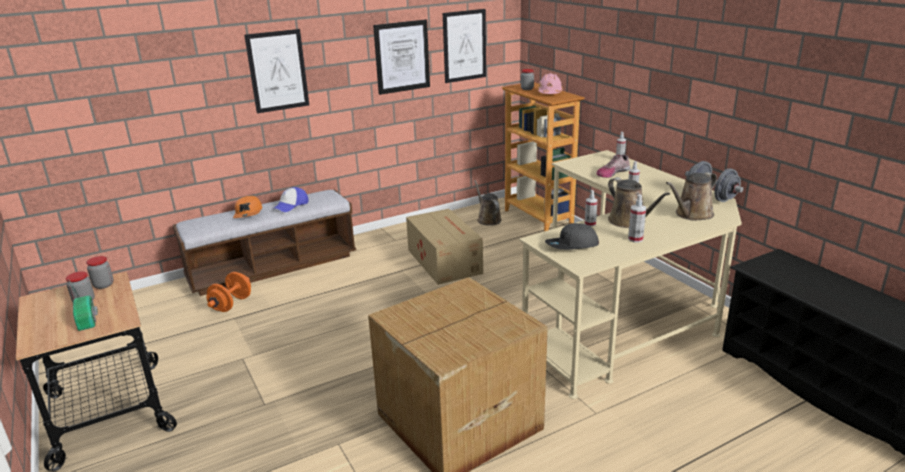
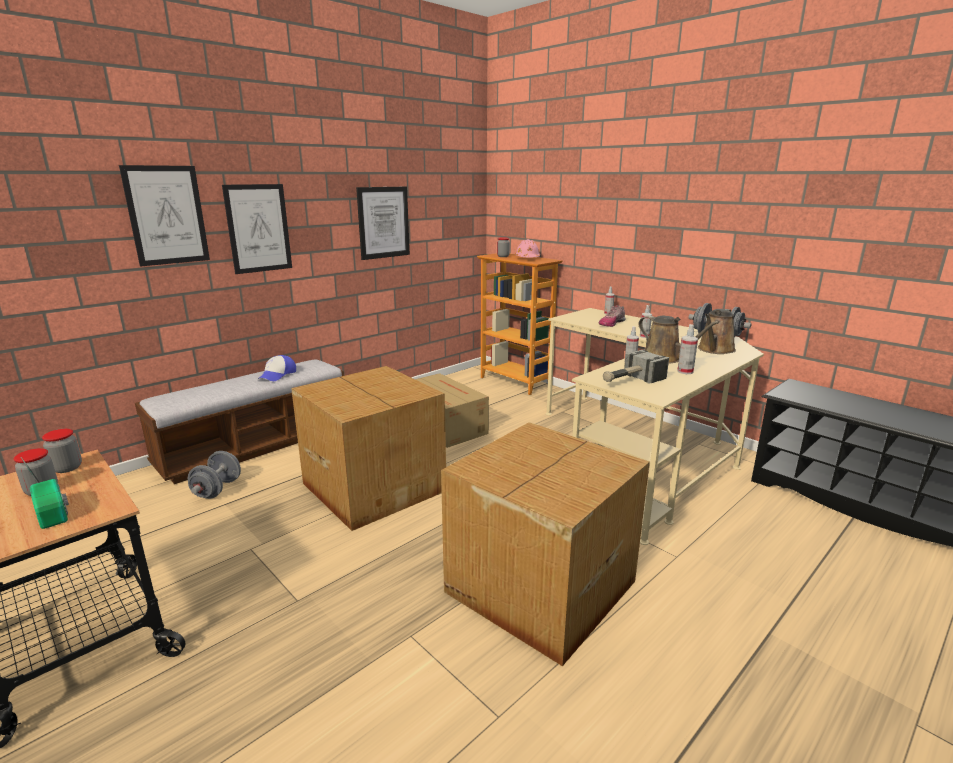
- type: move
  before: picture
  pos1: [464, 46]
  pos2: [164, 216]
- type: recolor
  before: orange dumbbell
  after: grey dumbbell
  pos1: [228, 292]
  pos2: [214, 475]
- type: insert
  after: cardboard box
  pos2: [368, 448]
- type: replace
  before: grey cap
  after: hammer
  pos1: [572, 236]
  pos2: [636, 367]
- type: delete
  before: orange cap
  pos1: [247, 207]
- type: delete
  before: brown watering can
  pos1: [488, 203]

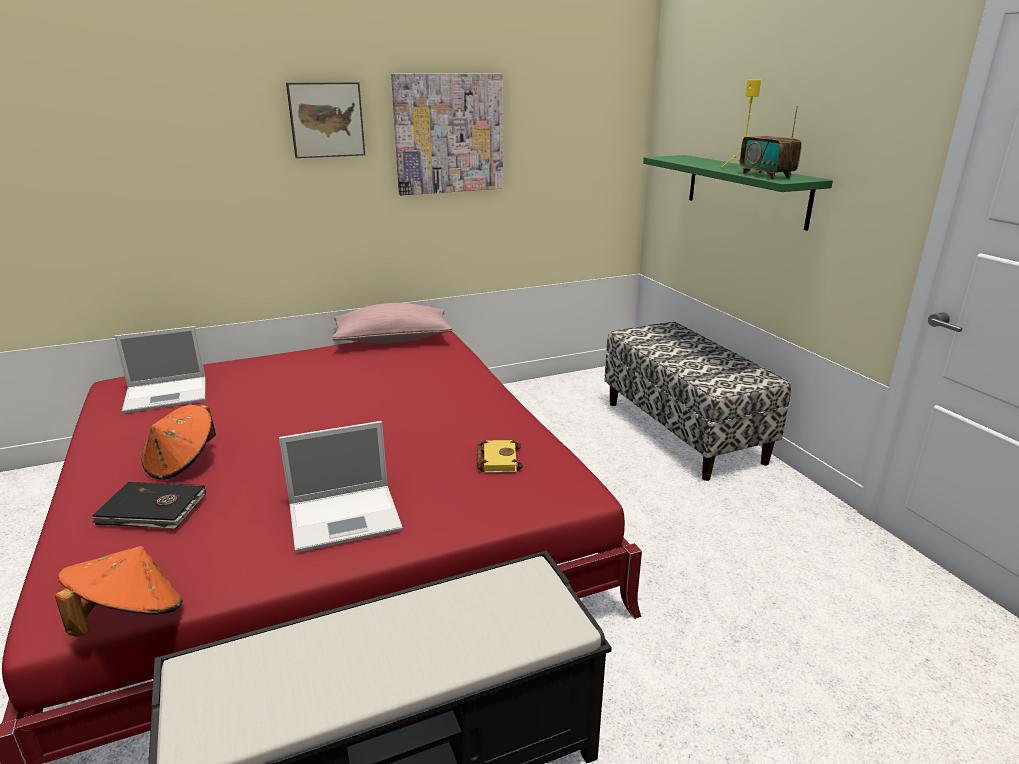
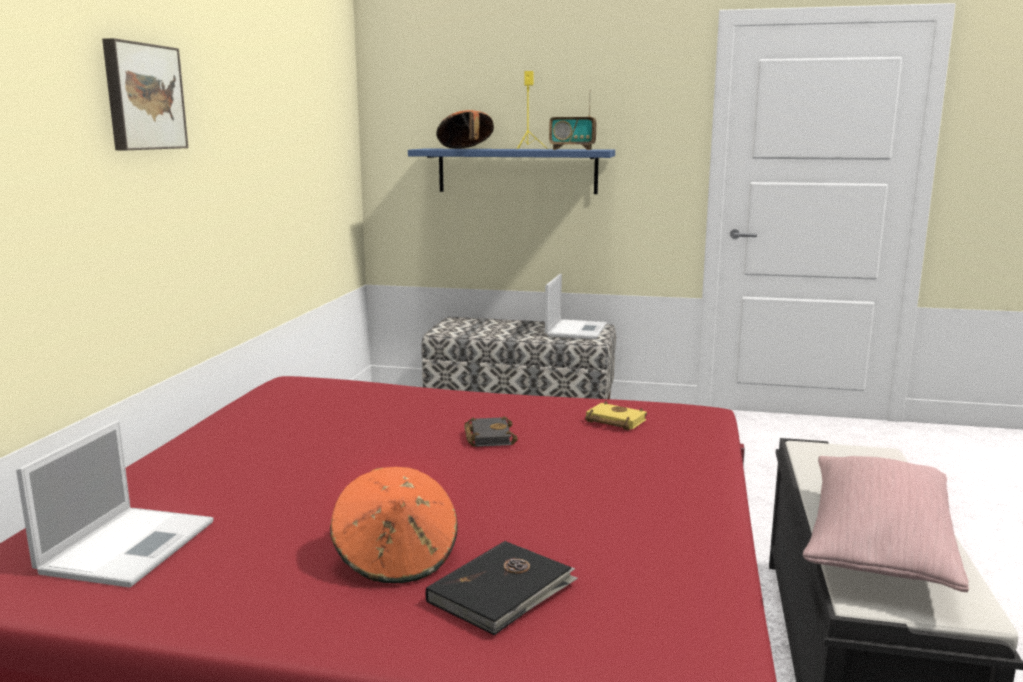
- type: recolor
  before: green shelf
  after: blue shelf
  pos1: [738, 193]
  pos2: [511, 171]
- type: move
  before: orange hat
  pos1: [118, 591]
  pos2: [465, 129]
- type: insert
  after: black book
  pos2: [491, 431]
- type: move
  before: laptop
  pos1: [341, 487]
  pos2: [576, 306]
- type: move
  before: pink pillow
  pos1: [392, 323]
  pos2: [886, 524]
- type: delete
  before: picture
  pos1: [447, 134]

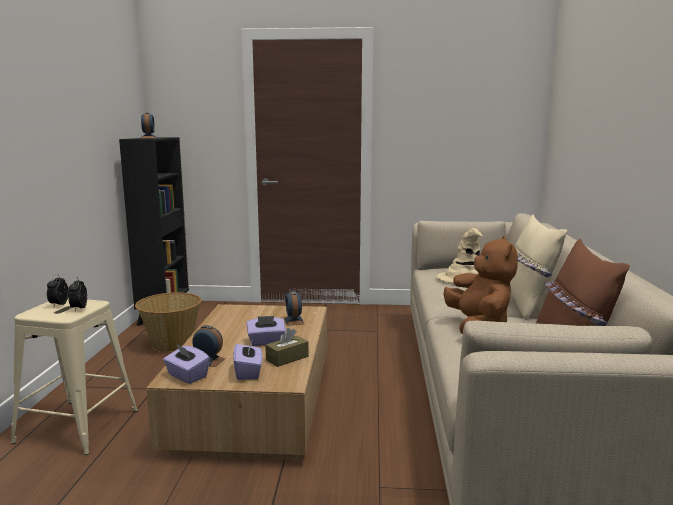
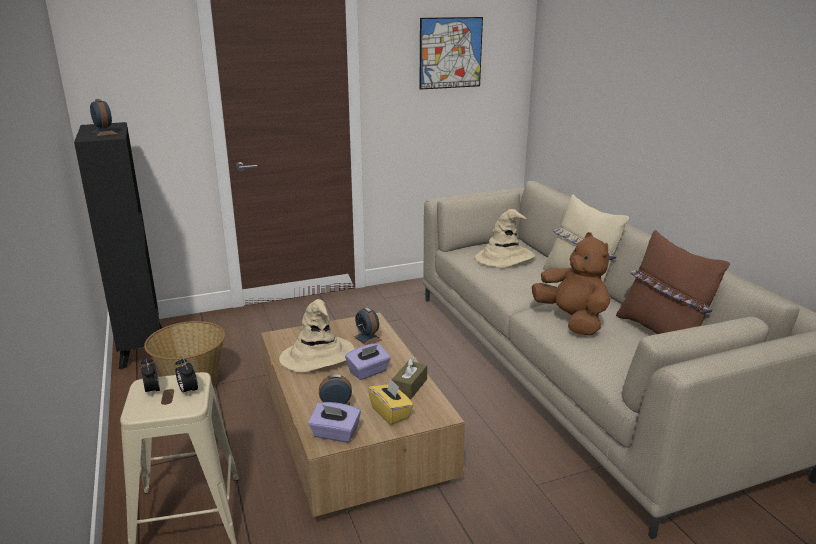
- type: insert
  after: beige hat
  pos2: [316, 336]
- type: recolor
  before: purple tissue box
  after: yellow tissue box
  pos1: [247, 360]
  pos2: [391, 401]
- type: insert
  after: picture
  pos2: [451, 53]

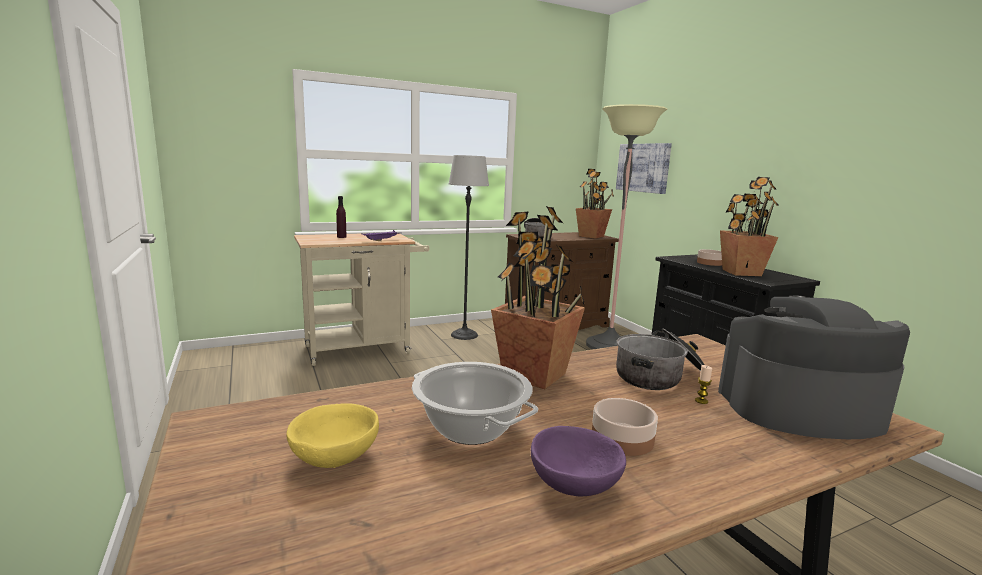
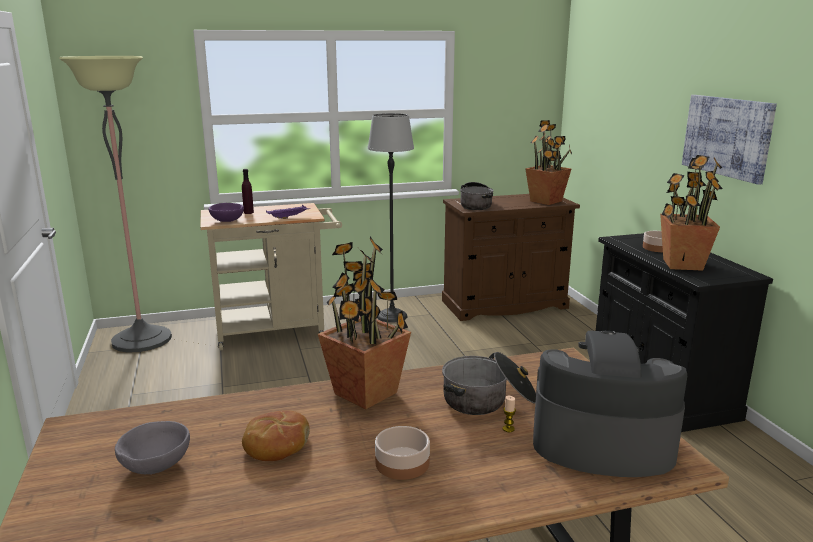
- type: move
  before: floor lamp
  pos1: [627, 227]
  pos2: [115, 204]
- type: recolor
  before: yellow bowl
  after: grey bowl
  pos1: [332, 435]
  pos2: [152, 448]
- type: move
  before: purple bowl
  pos1: [578, 461]
  pos2: [226, 212]
- type: replace
  before: cooking pot
  after: bread
  pos1: [475, 403]
  pos2: [276, 435]
- type: move
  before: picture
  pos1: [644, 168]
  pos2: [729, 140]

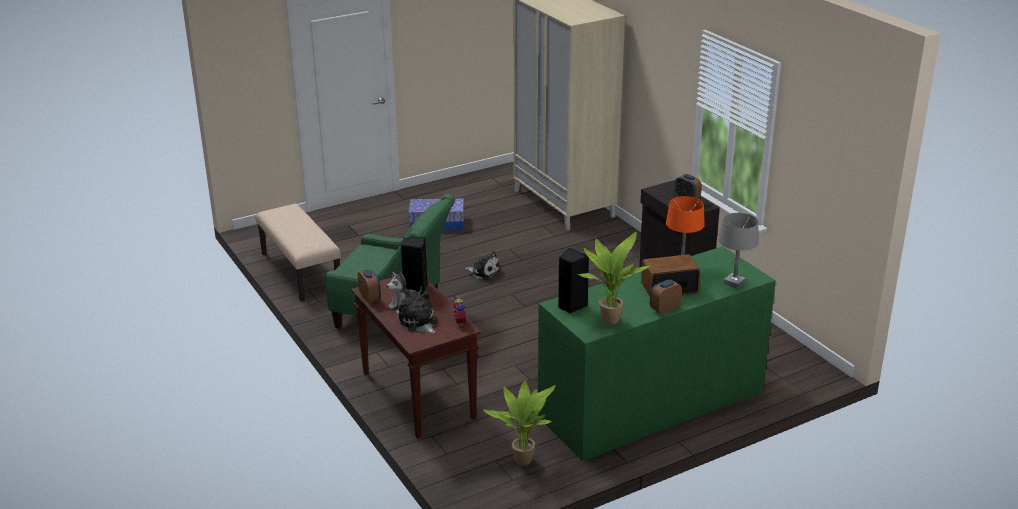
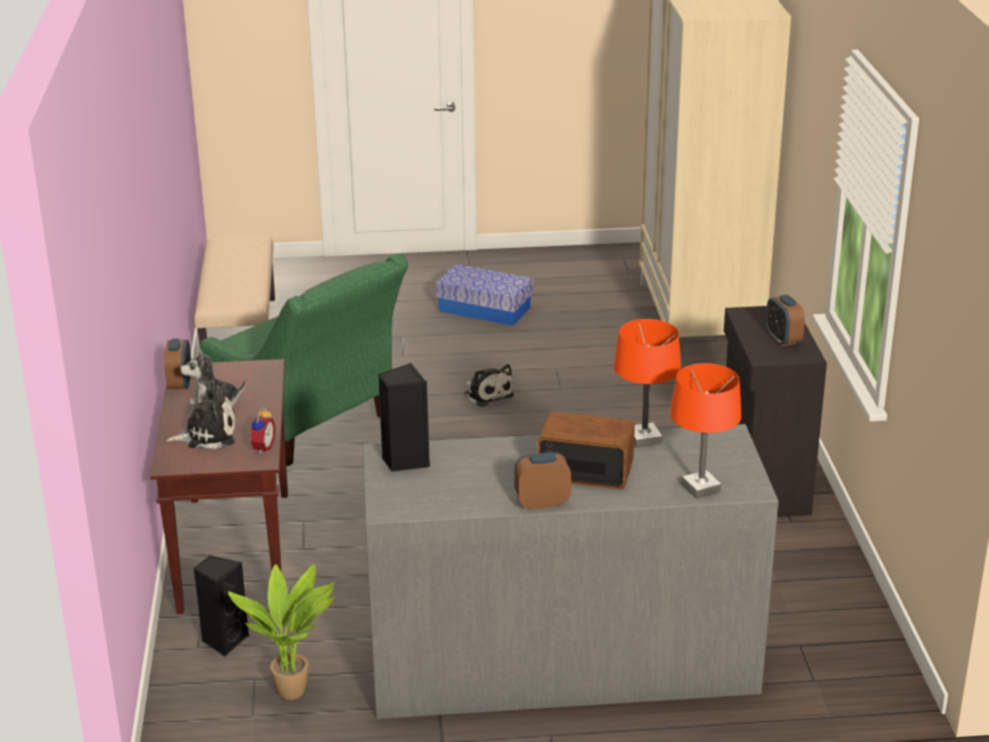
- type: rotate
  before: plush toy
  pos1: [418, 313]
  pos2: [201, 418]
  turn: 90
- type: move
  before: black speaker
  pos1: [414, 266]
  pos2: [221, 606]
- type: recolor
  before: green dresser
  after: grey dresser
  pos1: [657, 353]
  pos2: [571, 571]
- type: recolor
  before: grey table lamp
  after: orange table lamp
  pos1: [739, 251]
  pos2: [706, 431]
- type: delete
  before: potted plant
  pos1: [614, 278]

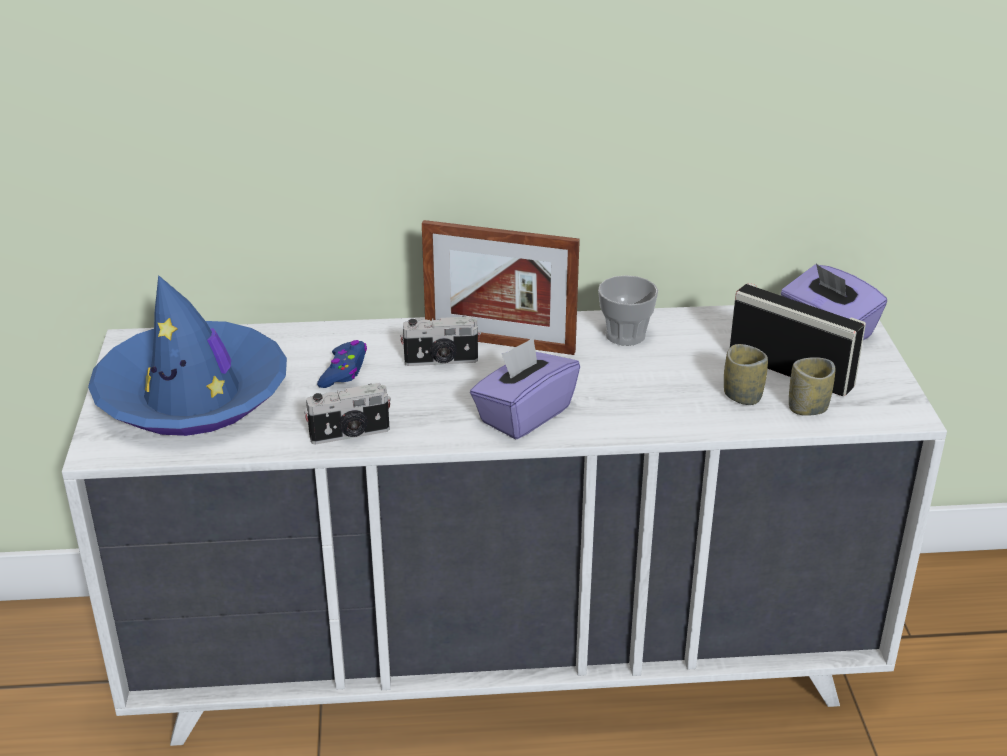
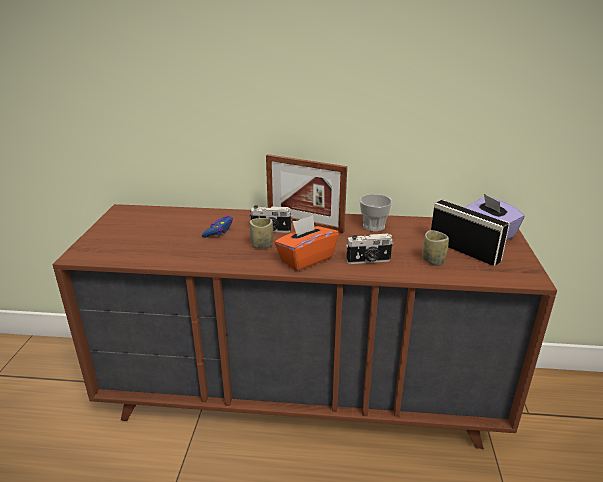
- type: recolor
  before: white dresser
  after: brown dresser
  pos1: [504, 525]
  pos2: [304, 326]
- type: move
  before: cup
  pos1: [812, 386]
  pos2: [261, 233]
- type: recolor
  before: purple tissue box
  after: orange tissue box
  pos1: [525, 389]
  pos2: [306, 243]
- type: move
  before: photo camera
  pos1: [347, 413]
  pos2: [370, 249]
- type: delete
  before: blue hat
  pos1: [187, 355]

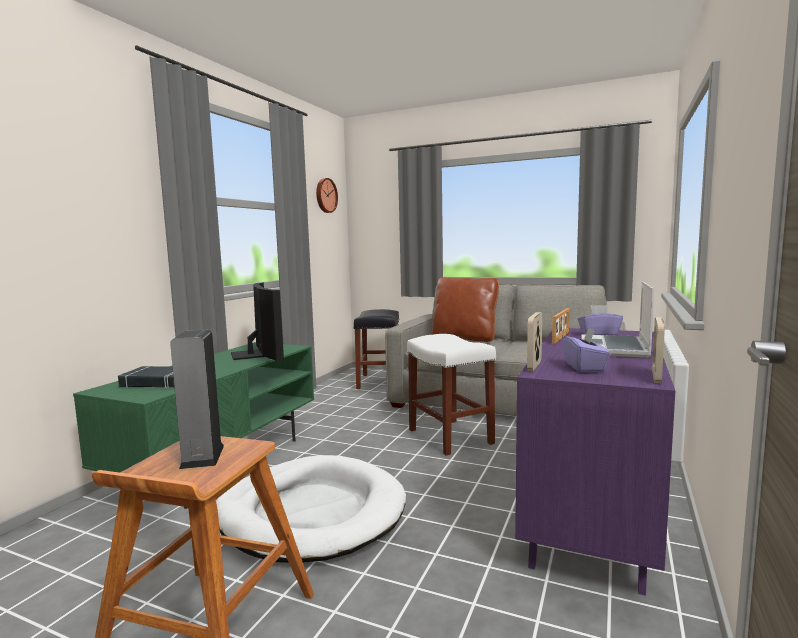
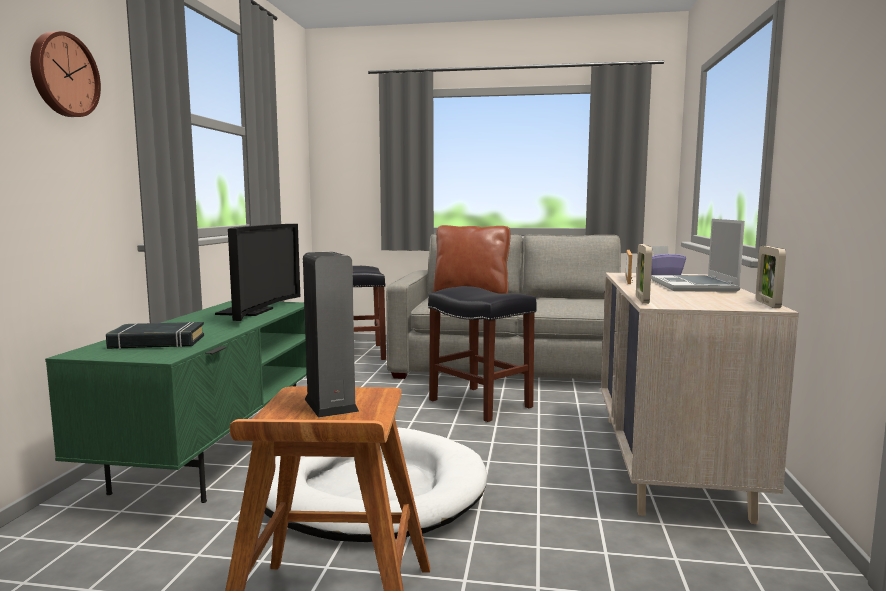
- type: move
  before: wall clock
  pos1: [327, 195]
  pos2: [65, 74]
- type: rotate
  before: television
  pos1: [257, 321]
  pos2: [257, 272]
  turn: 45
- type: recolor
  before: white stool
  after: black stool
  pos1: [451, 394]
  pos2: [482, 354]
- type: recolor
  before: purple dresser
  after: beige dresser
  pos1: [595, 462]
  pos2: [700, 398]
- type: delete
  before: purple tissue box
  pos1: [586, 350]

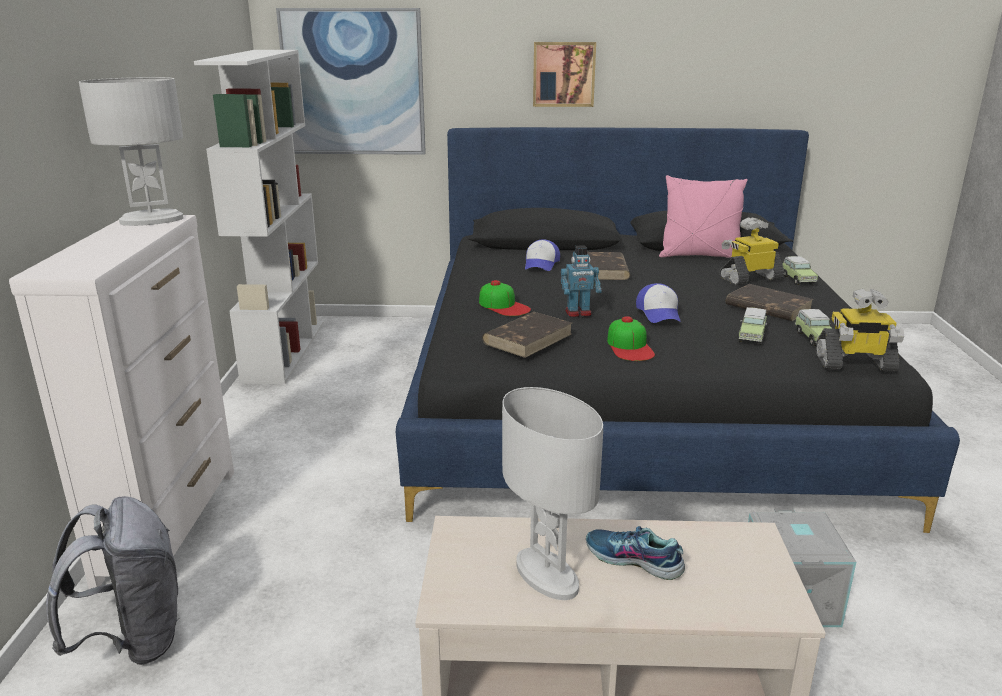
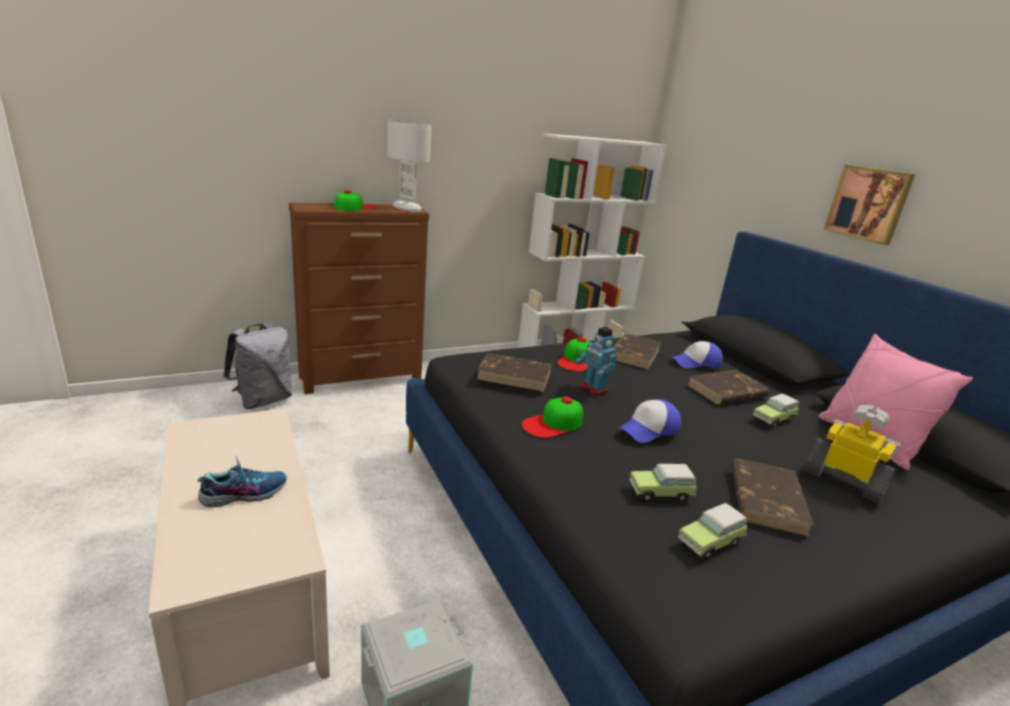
- type: rotate
  before: shoe
  pos1: [635, 553]
  pos2: [242, 482]
  turn: 60
- type: recolor
  before: white dresser
  after: brown dresser
  pos1: [121, 402]
  pos2: [359, 298]
- type: insert
  after: cap
  pos2: [356, 200]
- type: insert
  after: brown book
  pos2: [637, 351]
- type: move
  before: toy car
  pos1: [800, 270]
  pos2: [776, 411]
- type: delete
  before: picture
  pos1: [351, 81]
- type: delete
  before: white table lamp
  pos1: [552, 493]
- type: delete
  before: toy robot
  pos1: [860, 330]

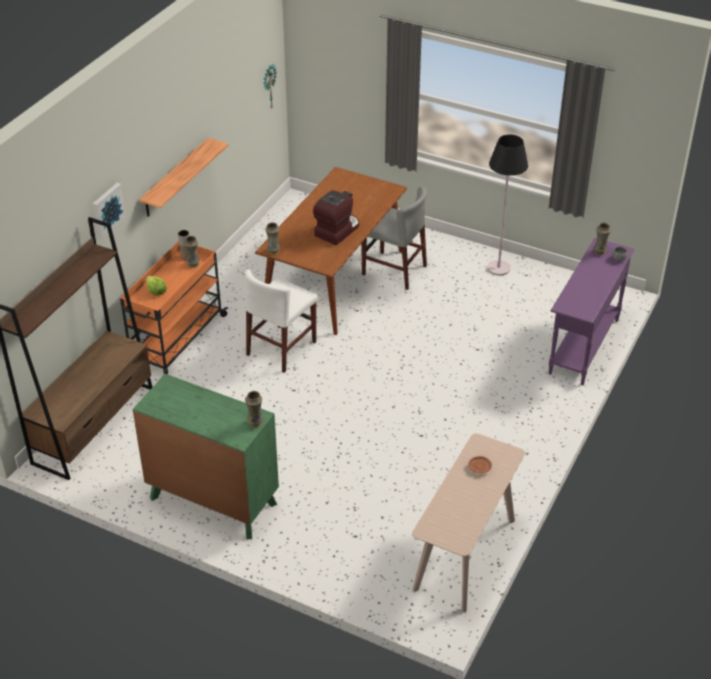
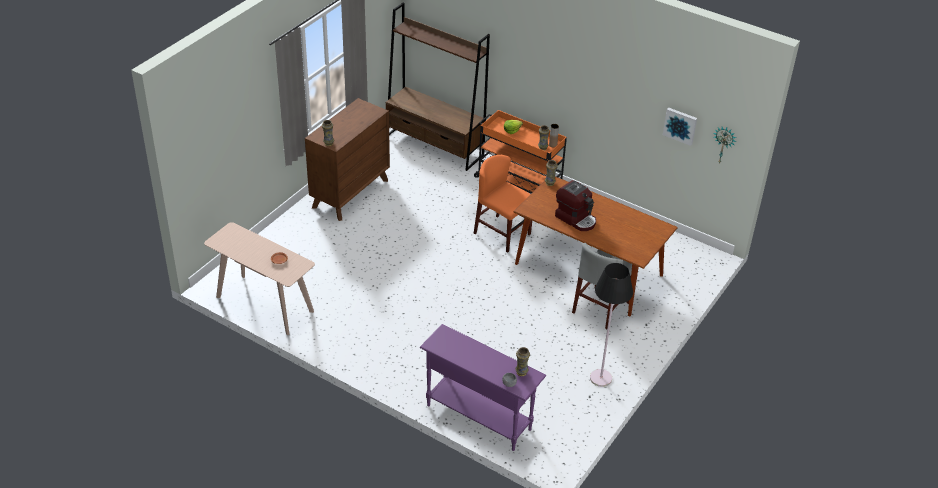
- type: recolor
  before: green dresser
  after: brown dresser
  pos1: [205, 457]
  pos2: [347, 159]
- type: recolor
  before: white chair
  after: orange chair
  pos1: [281, 321]
  pos2: [503, 204]
- type: move
  before: picture
  pos1: [109, 211]
  pos2: [680, 127]
- type: delete
  before: shelf
  pos1: [184, 177]

